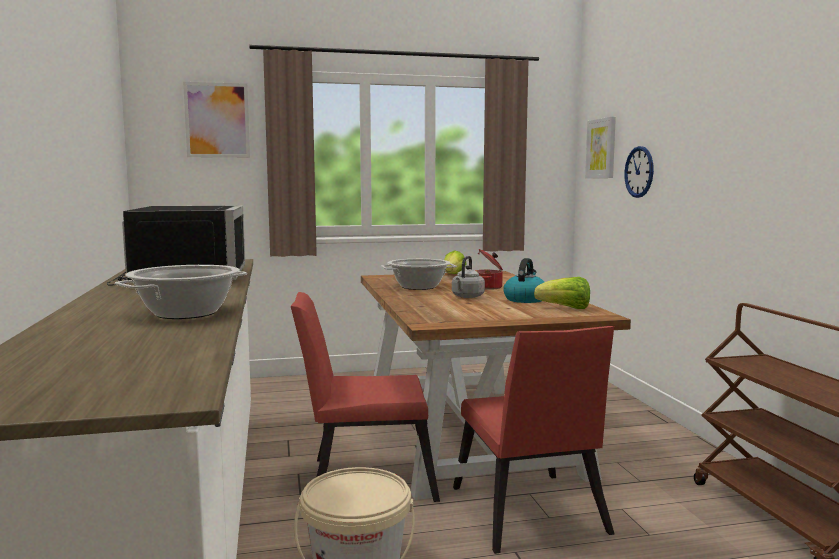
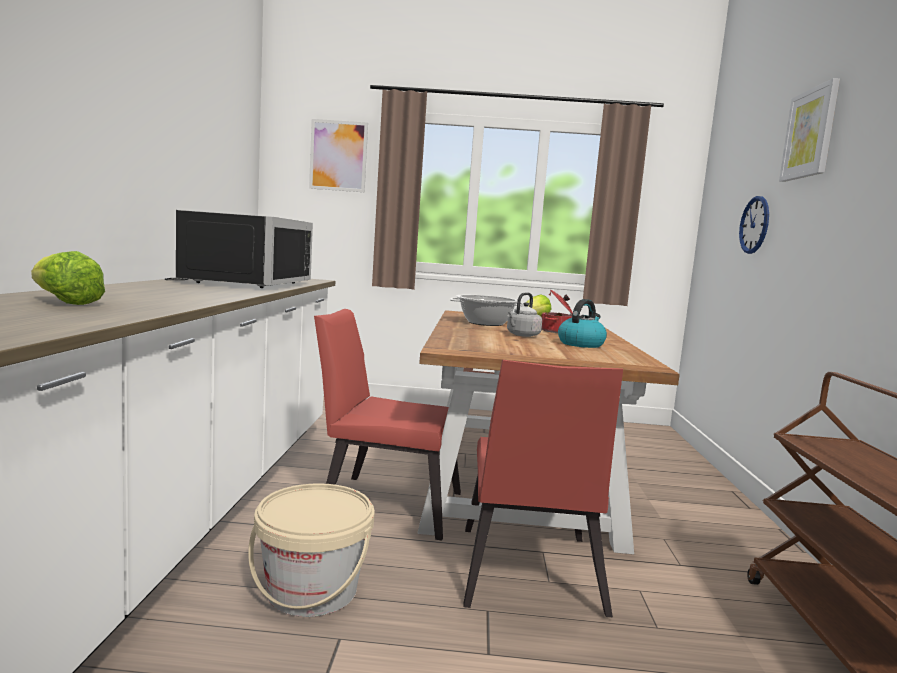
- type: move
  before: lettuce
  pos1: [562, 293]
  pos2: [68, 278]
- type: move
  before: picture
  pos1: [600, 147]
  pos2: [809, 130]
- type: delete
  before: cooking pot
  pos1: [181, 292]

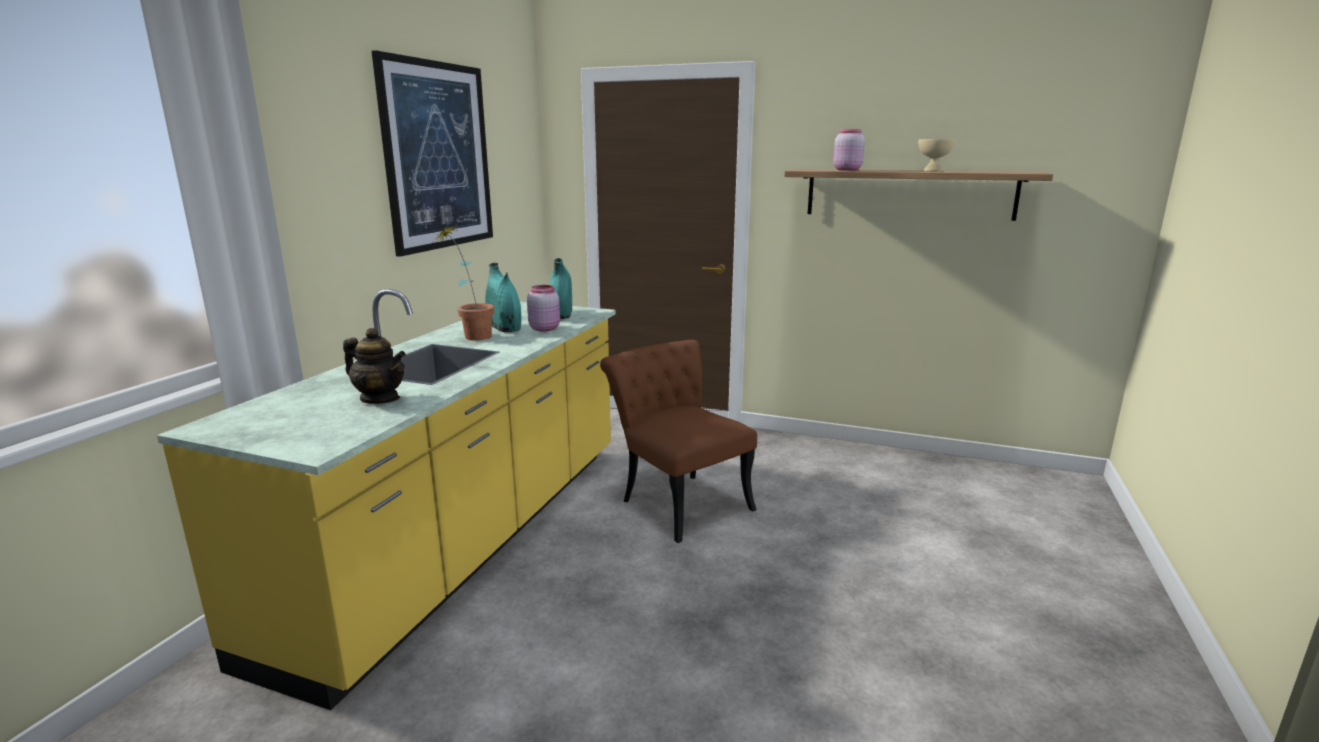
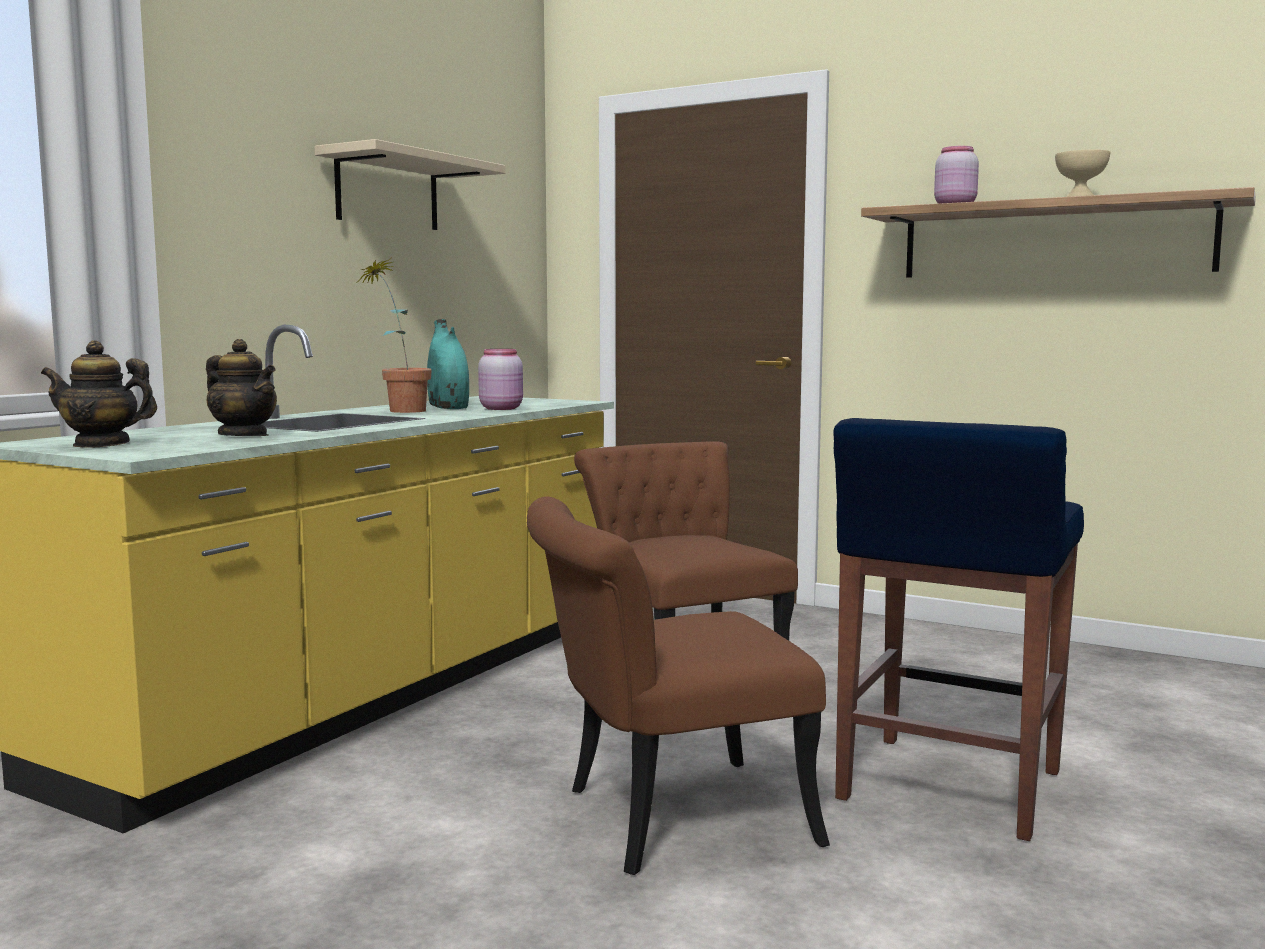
- type: insert
  after: teapot
  pos2: [99, 394]
- type: replace
  before: picture
  after: beige shelf
  pos1: [432, 153]
  pos2: [410, 184]
- type: insert
  after: brown chair
  pos2: [678, 686]
- type: insert
  after: blue stool
  pos2: [958, 629]
- type: delete
  before: turquoise vase
  pos1: [561, 288]

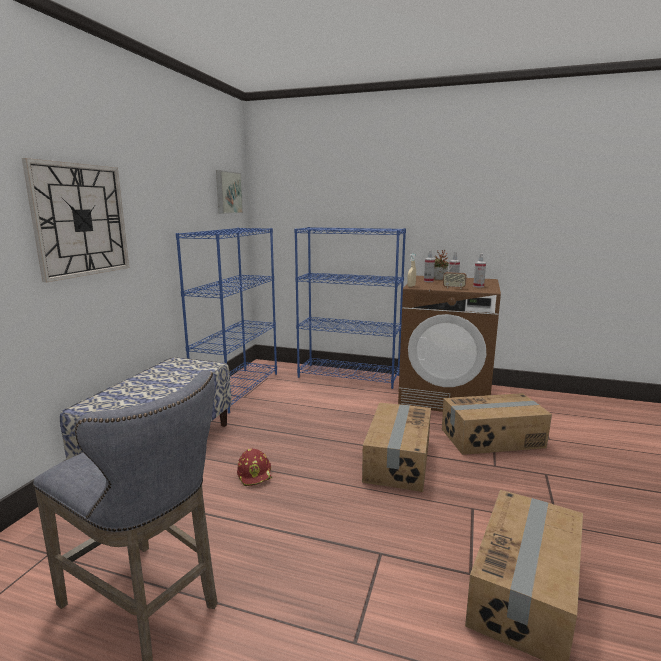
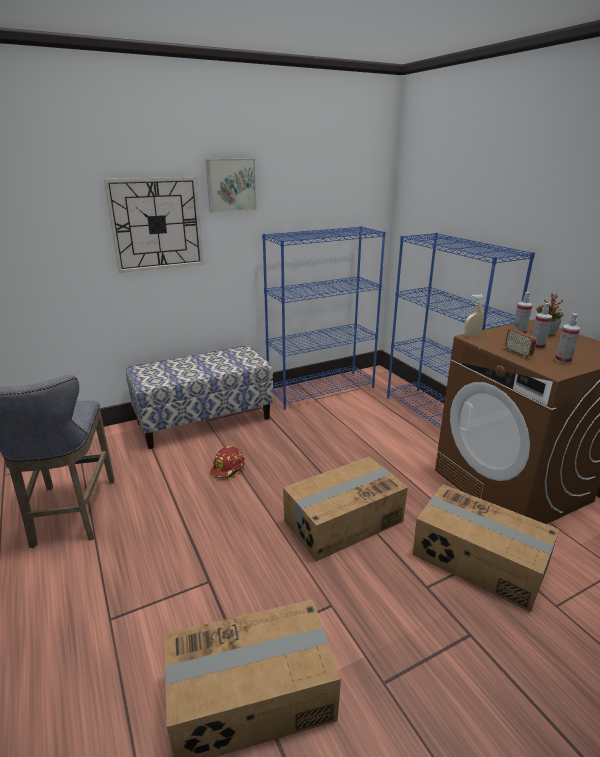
- type: move
  before: picture
  pos1: [229, 192]
  pos2: [231, 186]

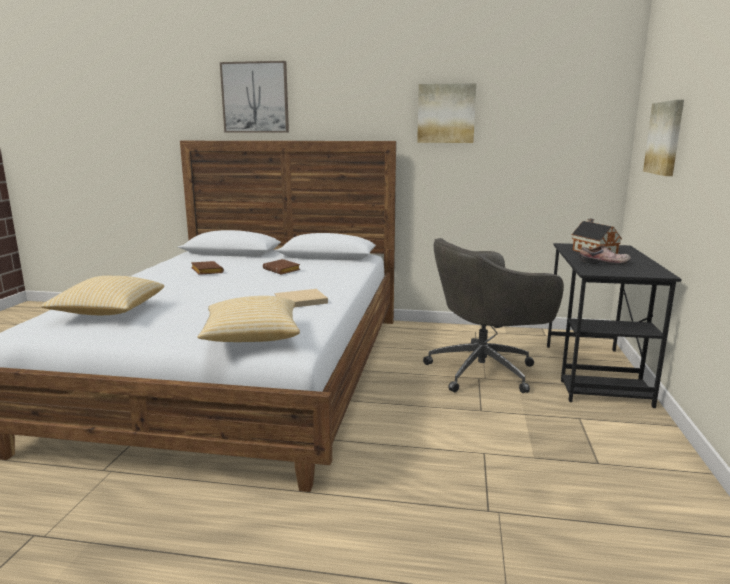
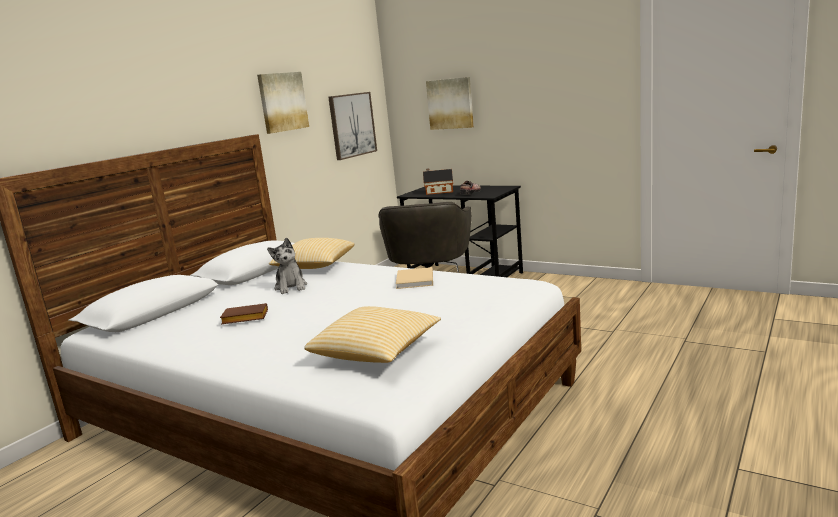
- type: replace
  before: brown book
  after: plush toy
  pos1: [281, 267]
  pos2: [287, 265]
- type: move
  before: pillow
  pos1: [248, 319]
  pos2: [312, 253]
- type: move
  before: picture
  pos1: [254, 97]
  pos2: [352, 126]

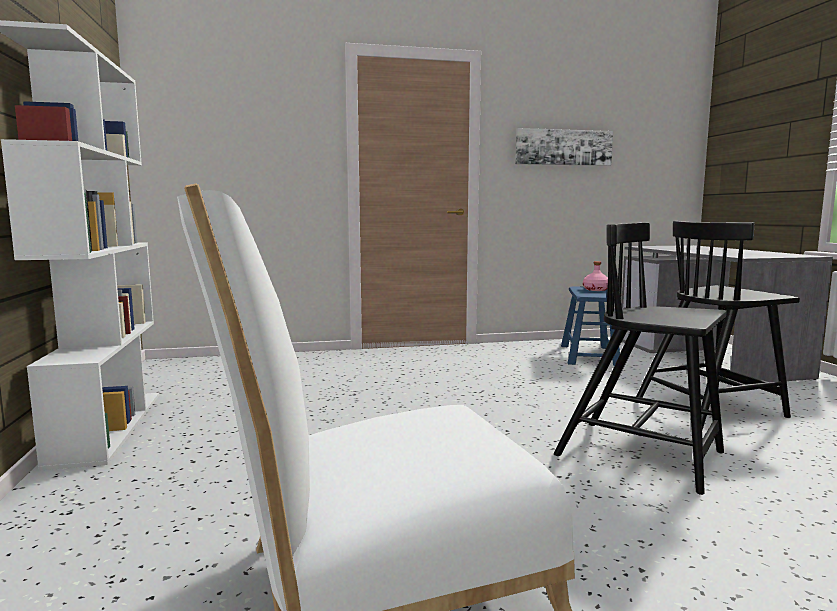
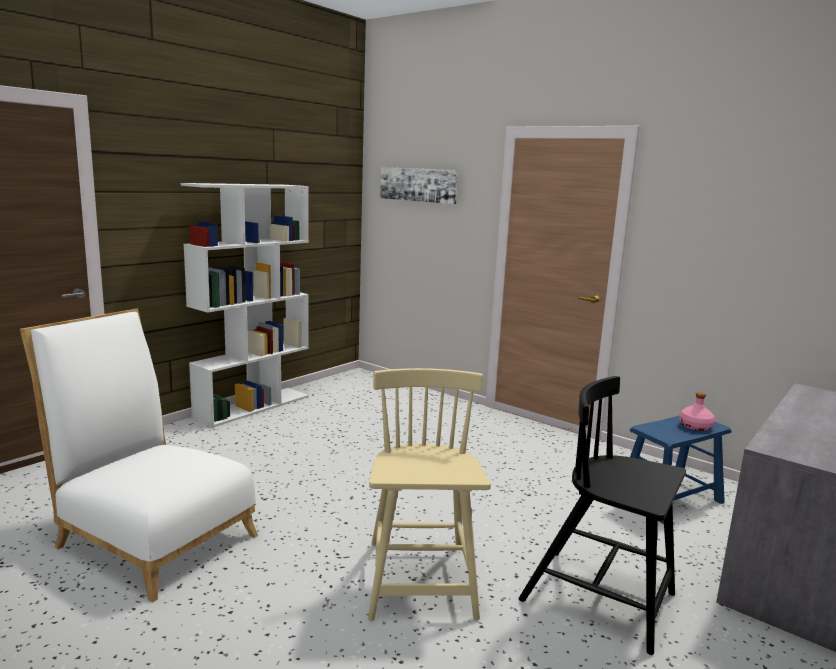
- type: recolor
  before: black chair
  after: beige chair
  pos1: [640, 359]
  pos2: [429, 494]
- type: move
  before: picture
  pos1: [564, 147]
  pos2: [419, 185]

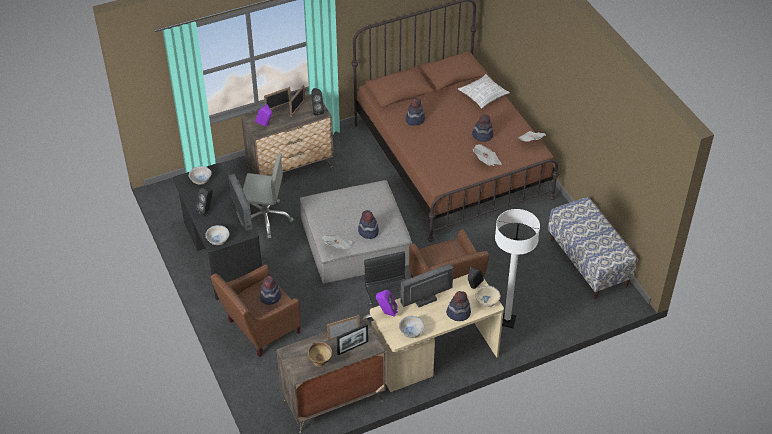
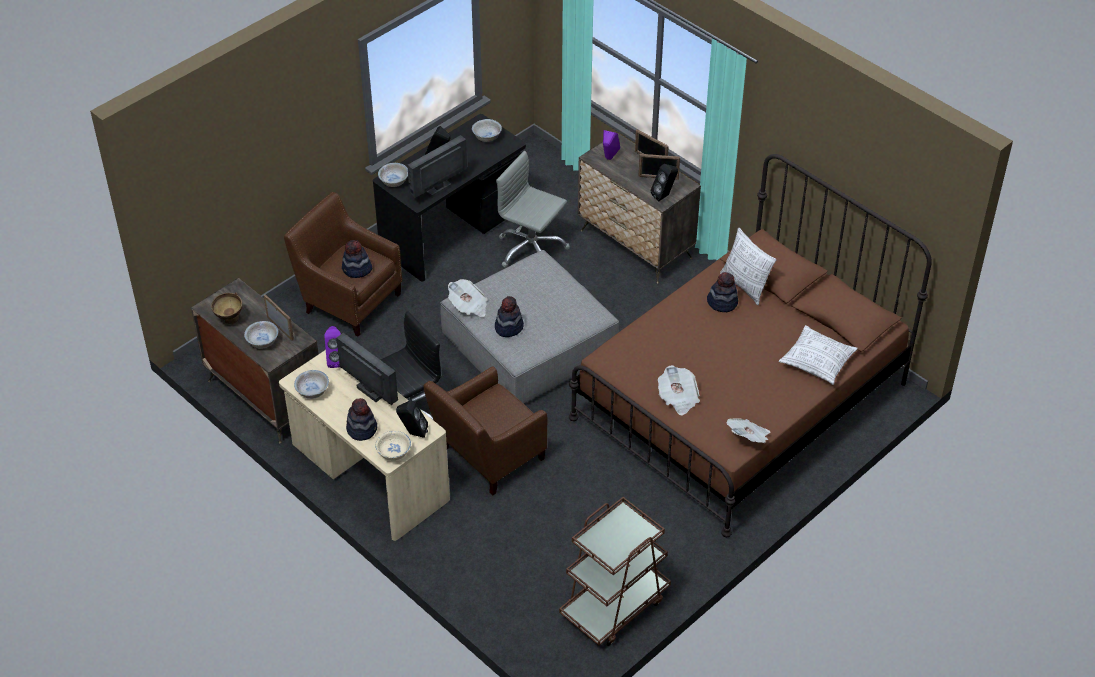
- type: replace
  before: picture frame
  after: white bowl
  pos1: [352, 339]
  pos2: [261, 335]
- type: rotate
  before: grey office chair
  pos1: [268, 196]
  pos2: [533, 209]
  turn: 135
- type: replace
  before: bench
  after: brown cart
  pos1: [592, 248]
  pos2: [615, 571]
- type: insert
  after: pillow
  pos2: [748, 266]
- type: delete
  before: hat
  pos1: [482, 128]
- type: delete
  before: white floor lamp
  pos1: [517, 268]

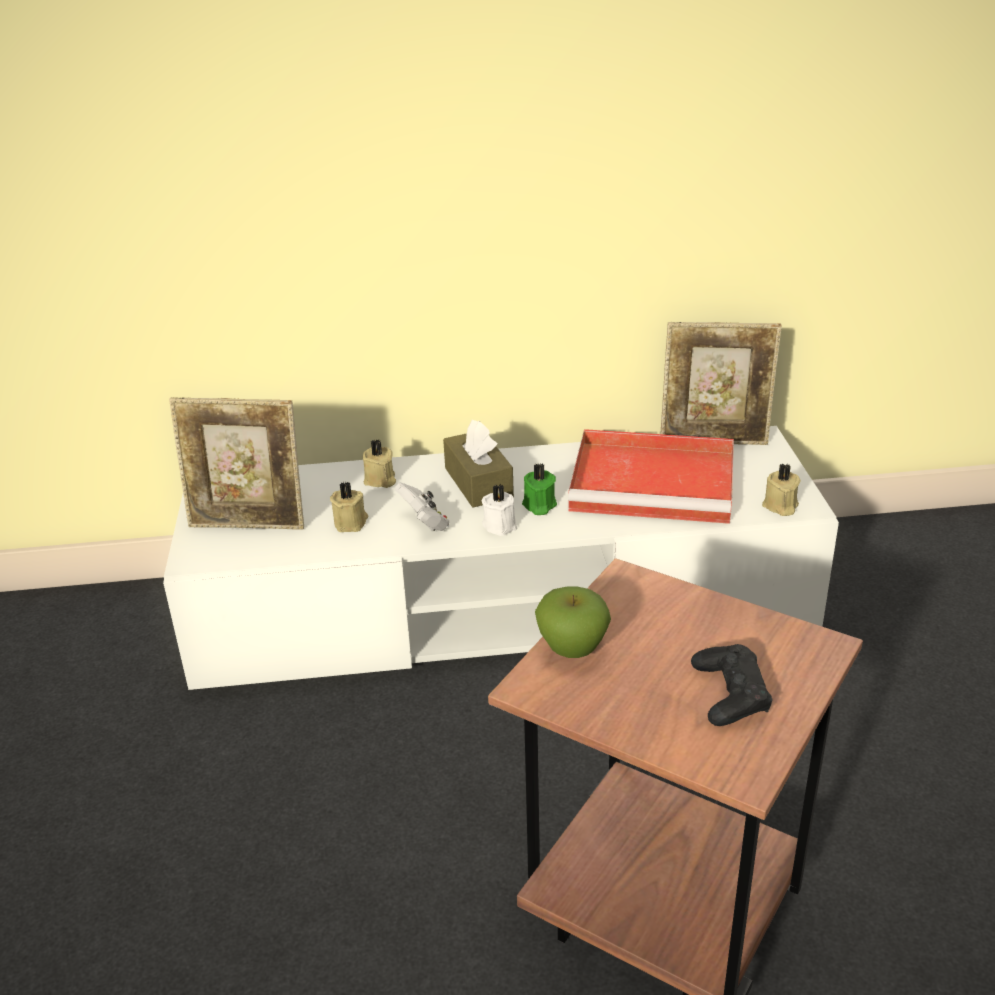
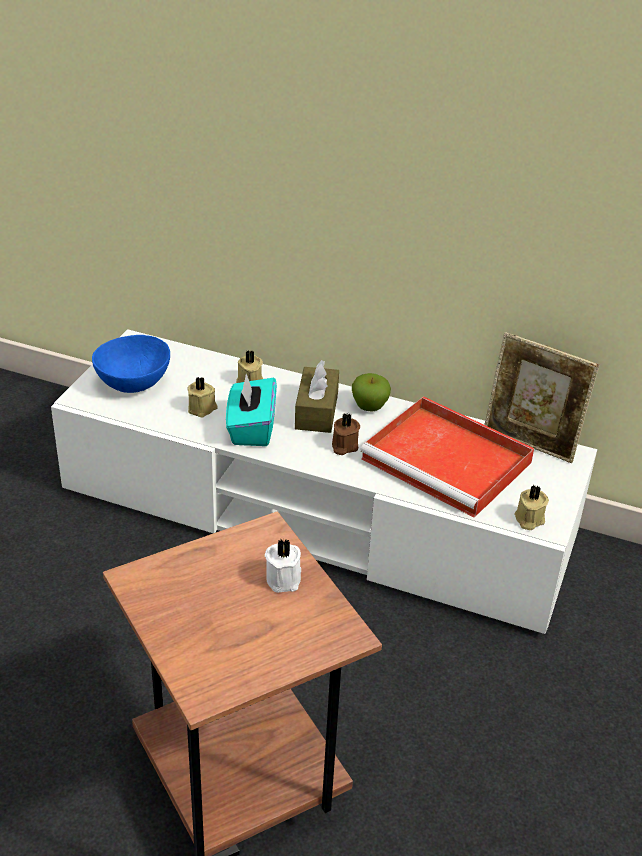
- type: replace
  before: picture frame
  after: blue bowl
  pos1: [236, 463]
  pos2: [131, 364]
- type: replace
  before: white game controller
  after: turquoise tissue box
  pos1: [422, 507]
  pos2: [251, 410]
- type: move
  before: white candle
  pos1: [499, 510]
  pos2: [283, 565]
- type: recolor
  before: green candle
  after: brown candle
  pos1: [539, 489]
  pos2: [346, 434]
- type: move
  before: apple
  pos1: [573, 622]
  pos2: [371, 392]
- type: delete
  before: black game controller
  pos1: [732, 685]

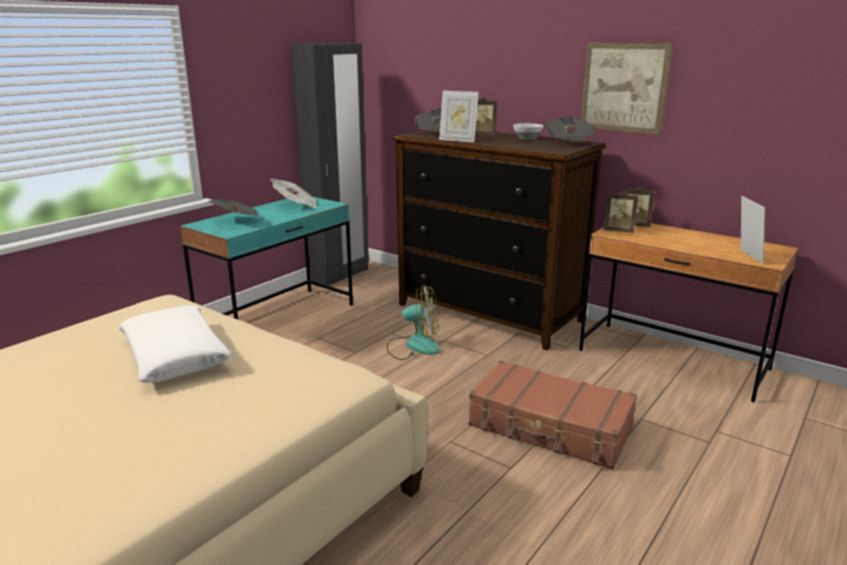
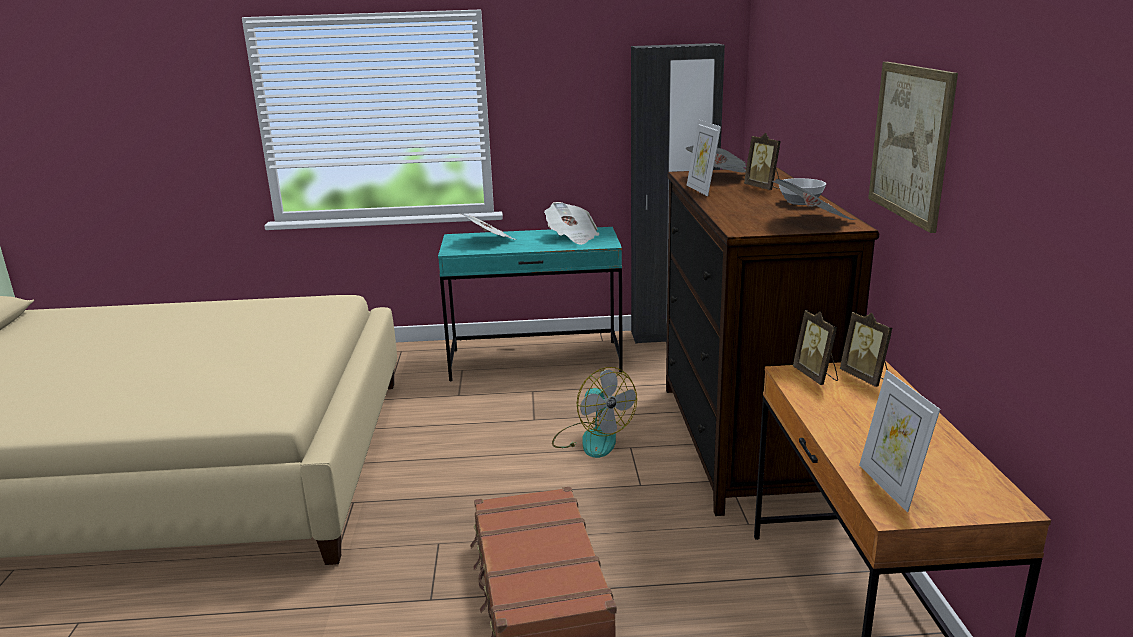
- type: rotate
  before: picture frame
  pos1: [753, 230]
  pos2: [899, 441]
  turn: 120
- type: delete
  before: white pillow
  pos1: [175, 344]

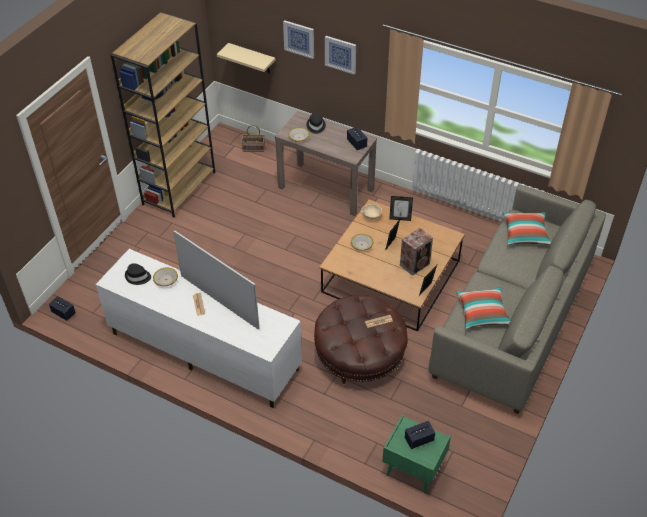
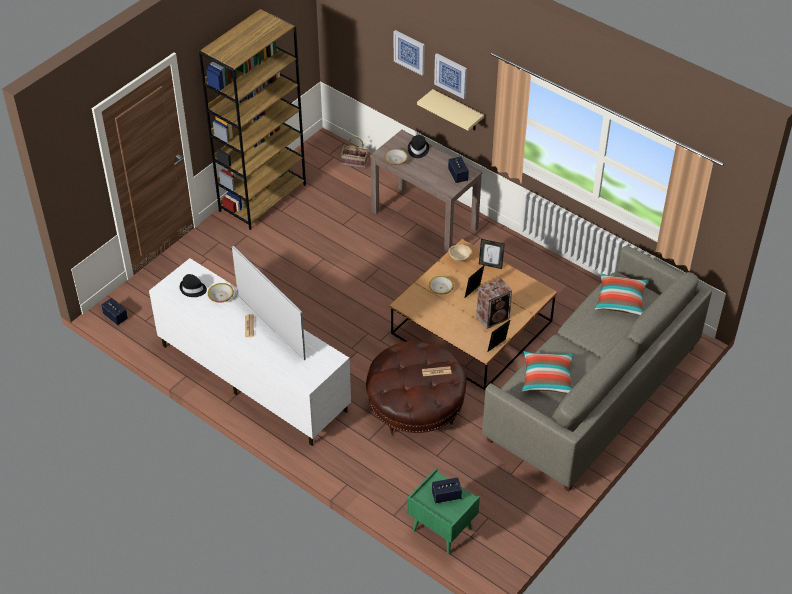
- type: move
  before: beige shelf
  pos1: [246, 58]
  pos2: [450, 110]

